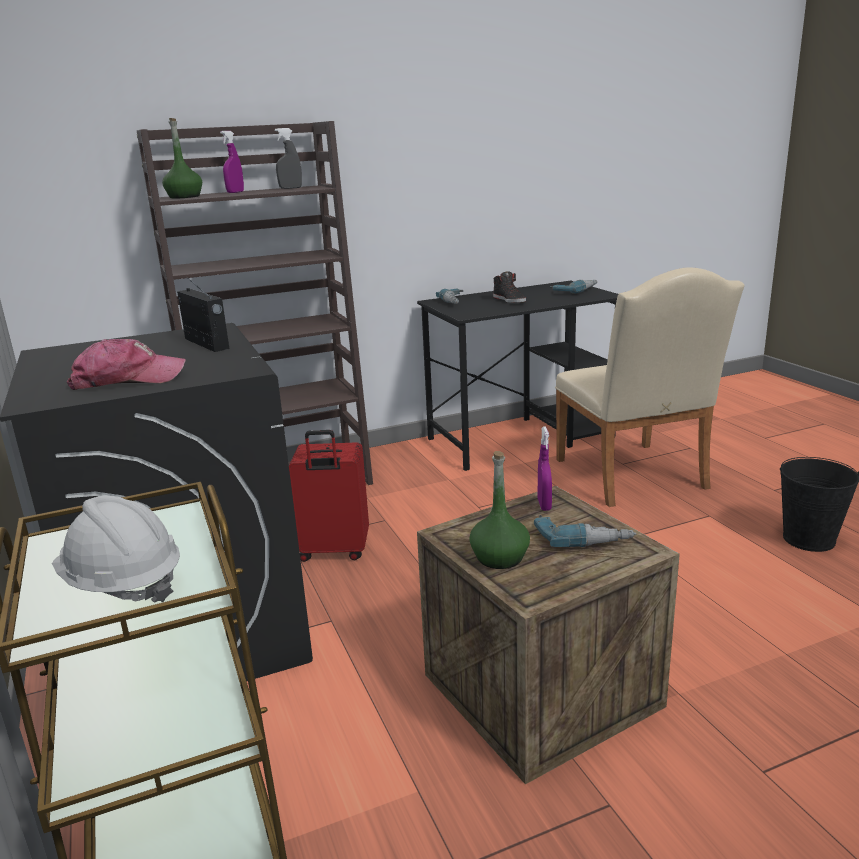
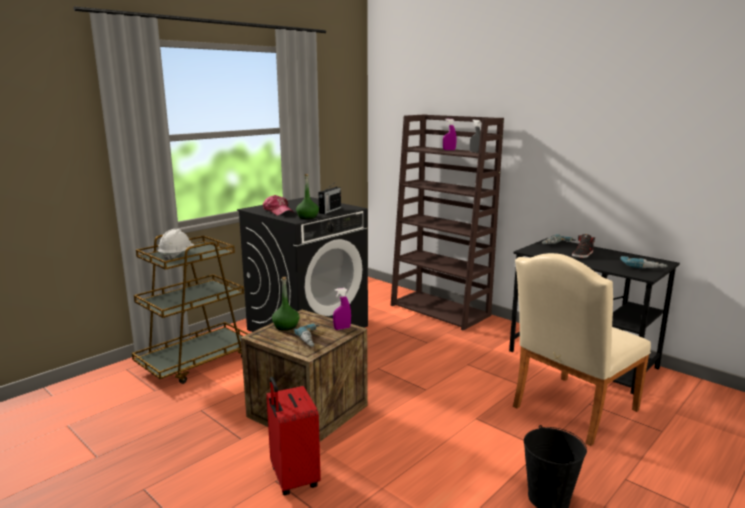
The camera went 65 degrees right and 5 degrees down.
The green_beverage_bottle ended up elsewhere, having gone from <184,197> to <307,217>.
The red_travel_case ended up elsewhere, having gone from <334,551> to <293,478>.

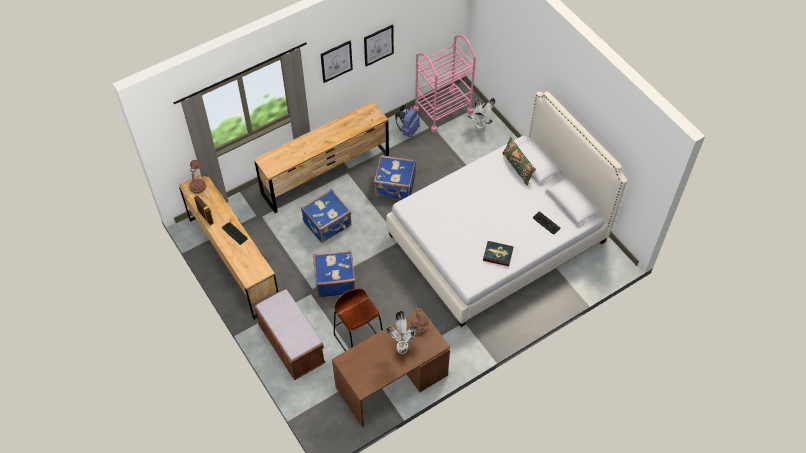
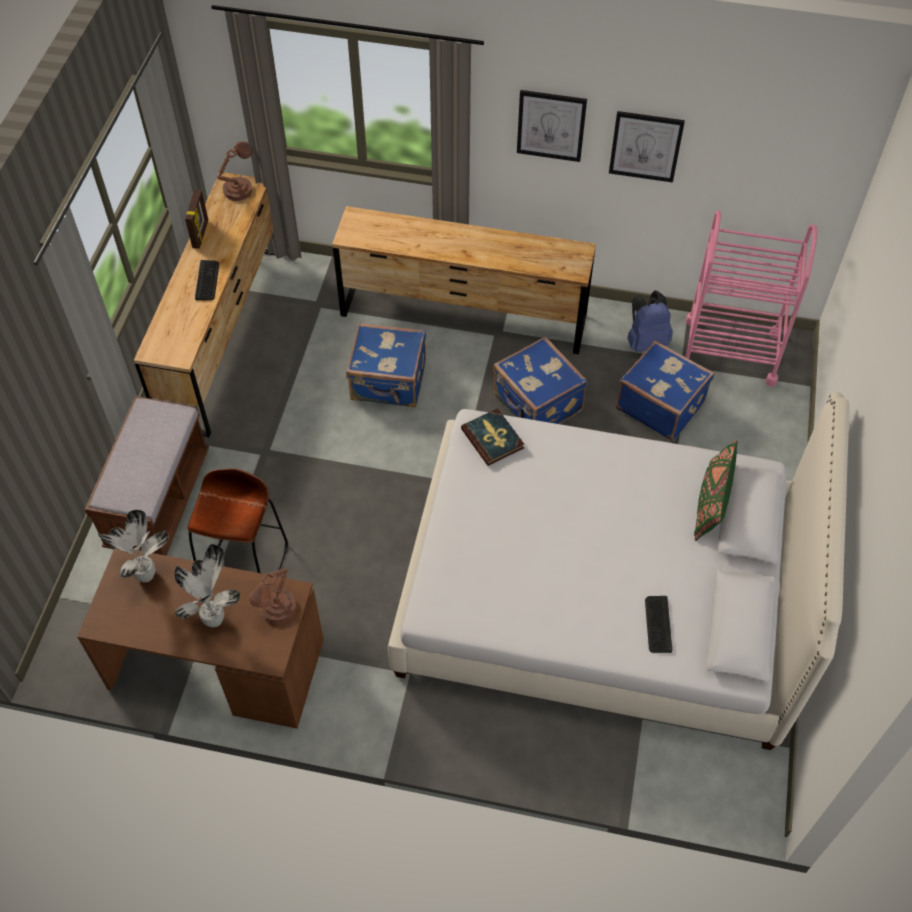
The camera went 45 degrees right and 0 degrees up.
The potted_plant ended up elsewhere, having gone from <480,130> to <147,576>.
The bound_book ended up elsewhere, having gone from <498,254> to <492,438>.
The blue-coloured_travel_case ended up elsewhere, having gone from <335,280> to <660,405>.

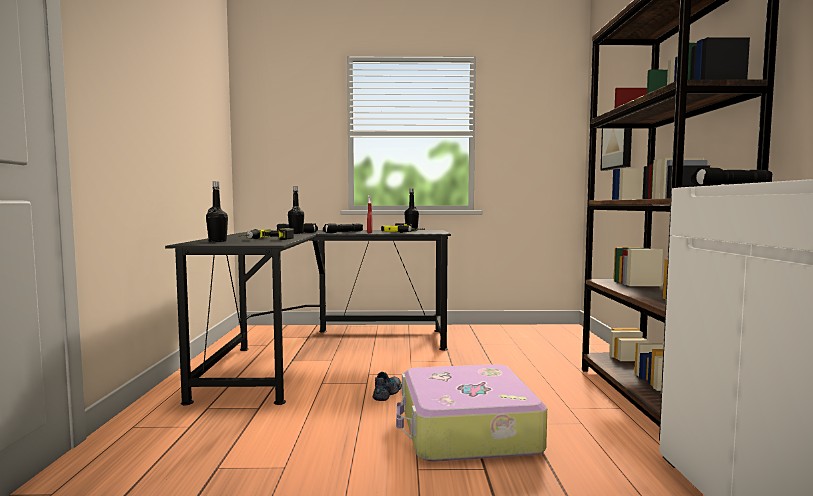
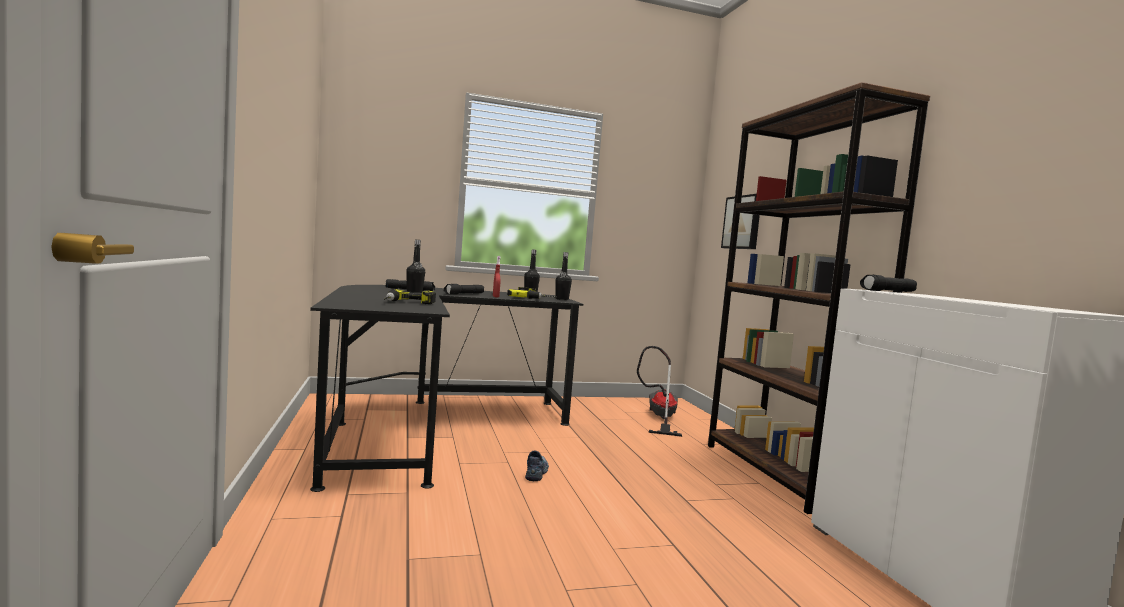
The camera went 15 degrees left and 0 degrees up.
The black_beverage_bottle ended up elsewhere, having gone from <217,241> to <562,299>.
The second view lost the travel_case at <466,430>.
The second view gained the hoover at <659,418>.

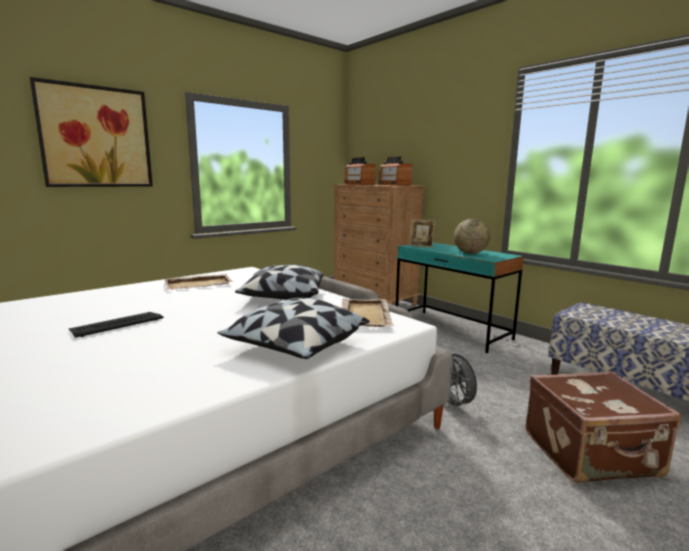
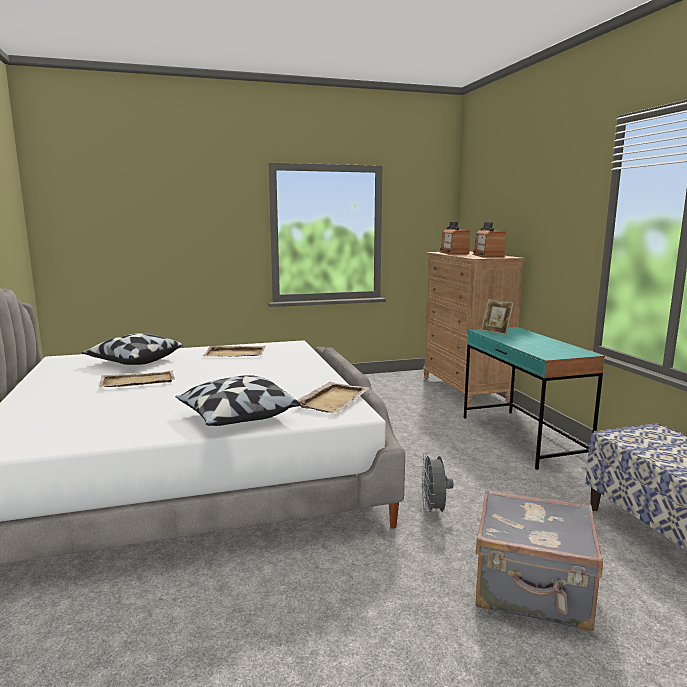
The camera went 25 degrees right and 0 degrees up.
The second view lost the picture at <96,137>.
The second view lost the world_globe at <470,253>.
The throw_pillow ended up elsewhere, having gone from <283,297> to <134,361>.
Where the PC_keyboard stood at <117,325>, the sand-coloured_tray came to stand at <137,381>.
What was the brown-coloured_travel_case at <592,455> turned into the grey_travel_case at <532,591>.

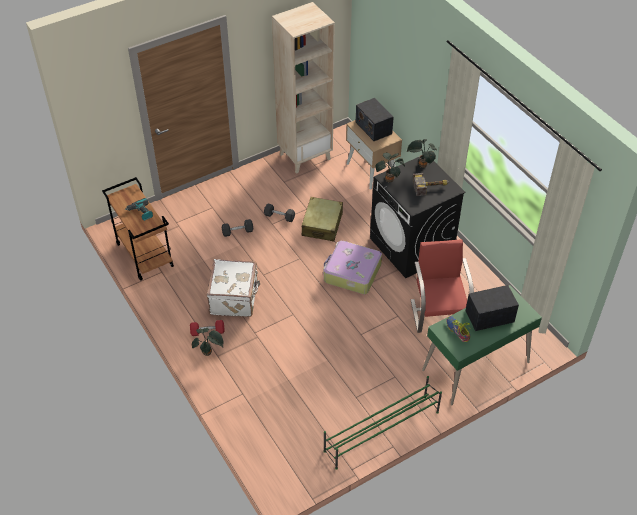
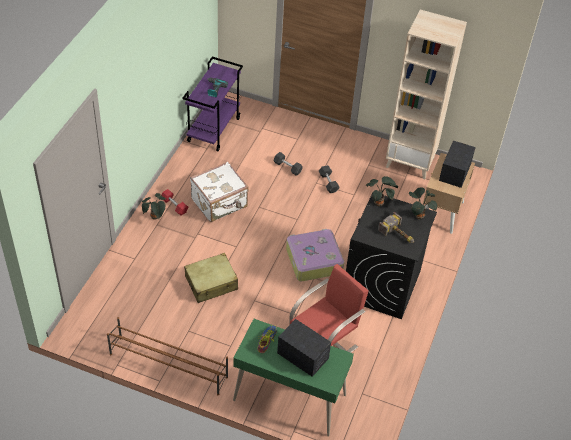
The camera went 50 degrees right and 0 degrees up.
What was the brown-coloured_trolley at <144,255> turned into the purplish_trolley at <213,129>.
The sand-coloured_travel_case ended up elsewhere, having gone from <322,224> to <211,283>.
What was the green_shoe_stand at <381,431> turned into the brown-coloured_shoe_stand at <168,365>.

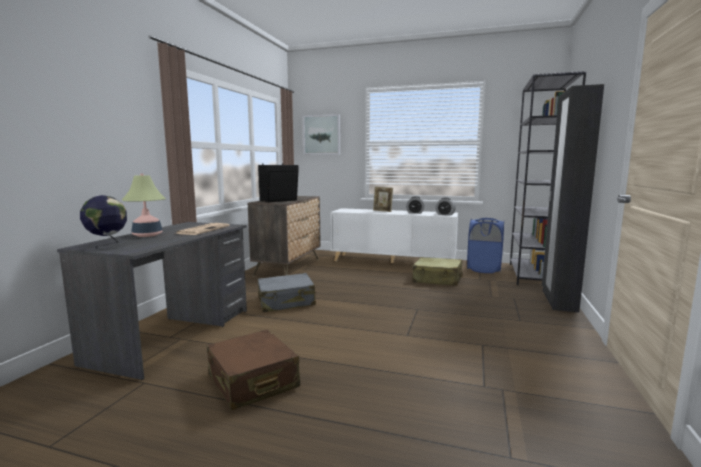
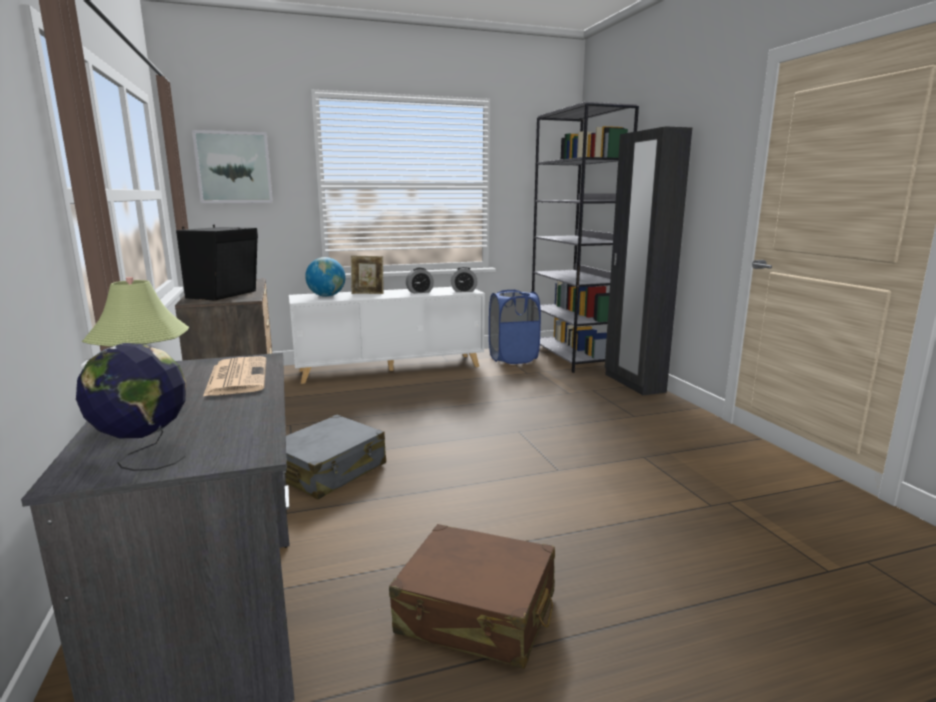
The camera went 35 degrees left and 5 degrees up.
The second view lost the sand-coloured_travel_case at <437,279>.
The second view gained the world_globe at <326,296>.

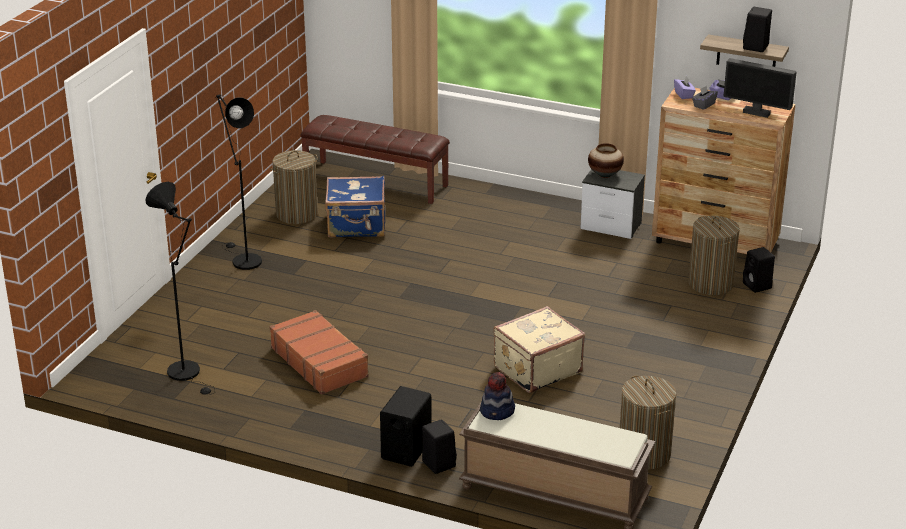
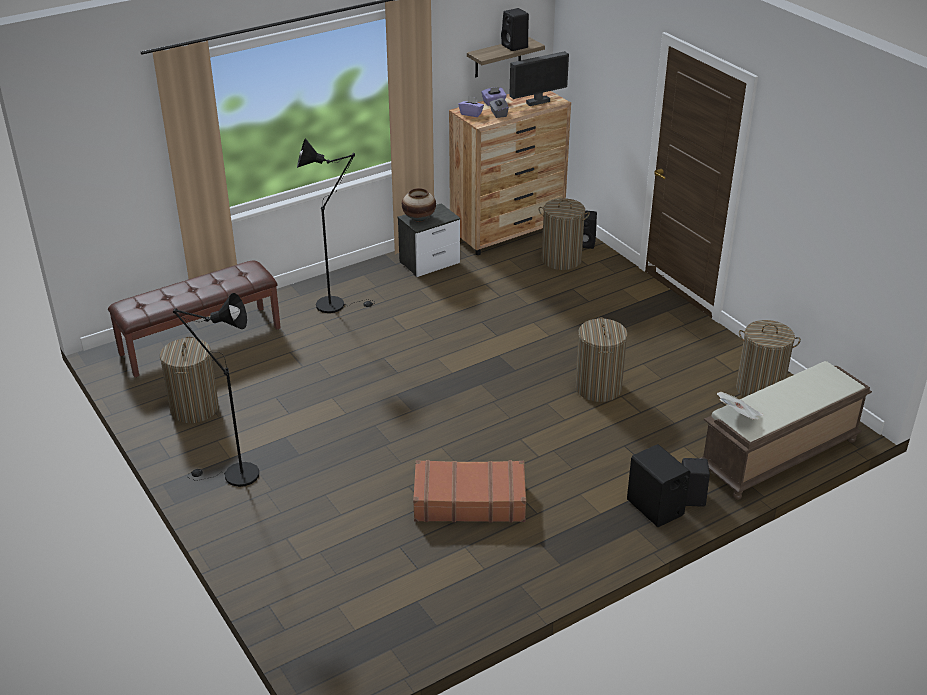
The camera went 55 degrees left and 5 degrees up.
The second view lost the blue-coloured_travel_case at <357,226>.
The black_standing_lamp ended up elsewhere, having gone from <188,374> to <336,304>.
Where the sand-coloured_travel_case stood at <536,369>, the washing_basket came to stand at <598,388>.
Where the wearable_hat stood at <497,411>, the newspaper came to stand at <739,416>.

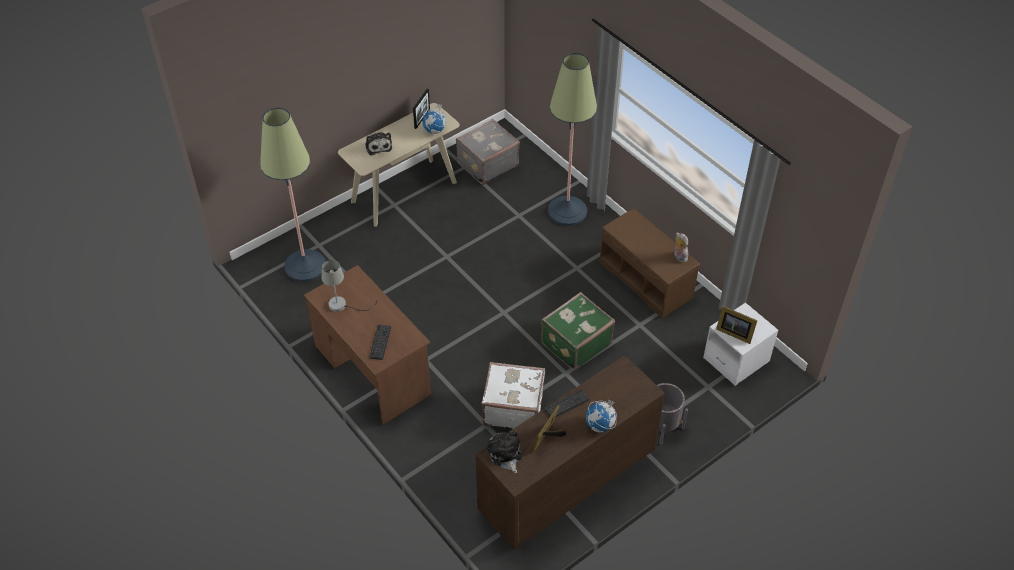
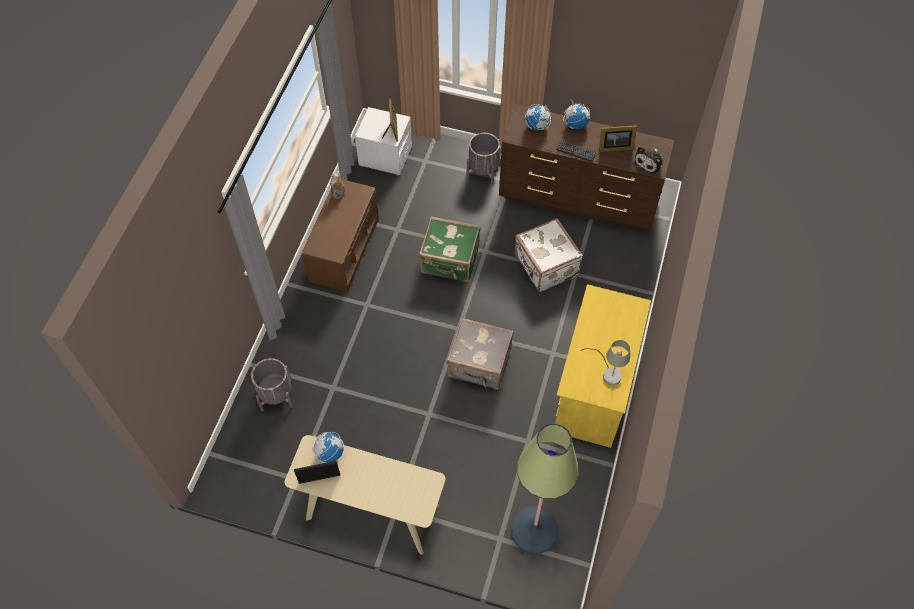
The camera went 125 degrees left and 10 degrees up.
The second view lost the standing_lamp at <567,211>.
The grey_travel_case ended up elsewhere, having gone from <487,164> to <479,364>.
The second view lost the plush_toy at <378,146>.
What was the brown-coloured_desk_table at <372,370> turned into the yellow_desk_table at <595,385>.
The second view lost the PC_keyboard at <380,342>.
The second view gained the world_globe at <537,126>.
The second view gained the grey_flower_pot at <276,395>.

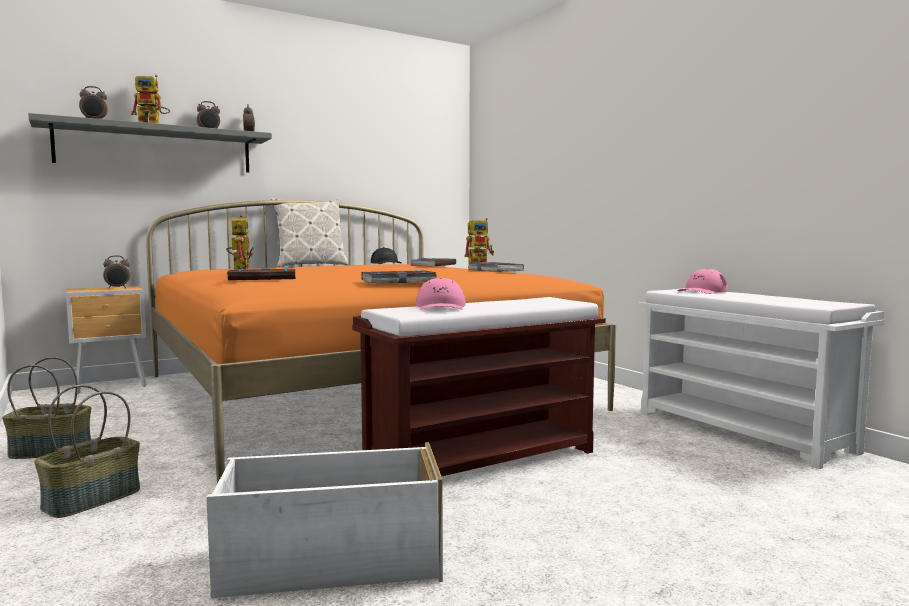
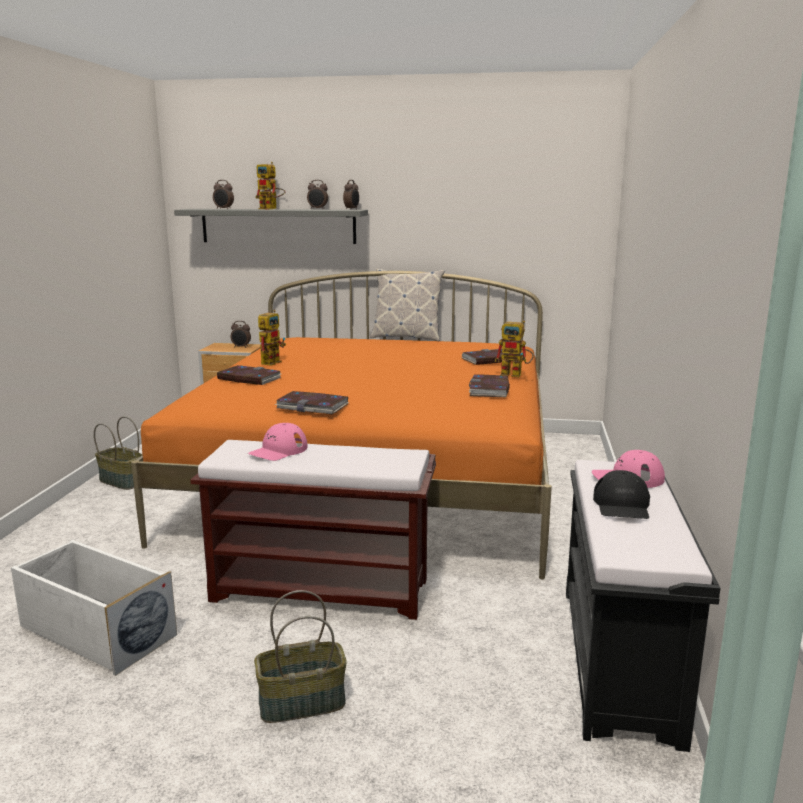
The camera went 40 degrees right and 10 degrees up.
The black_baseball_cap ended up elsewhere, having gone from <386,263> to <622,505>.
What was the white-coloured_indoor_bench at <743,431> turned into the black_indoor_bench at <619,661>.
The storage_basket ended up elsewhere, having gone from <92,500> to <301,704>.

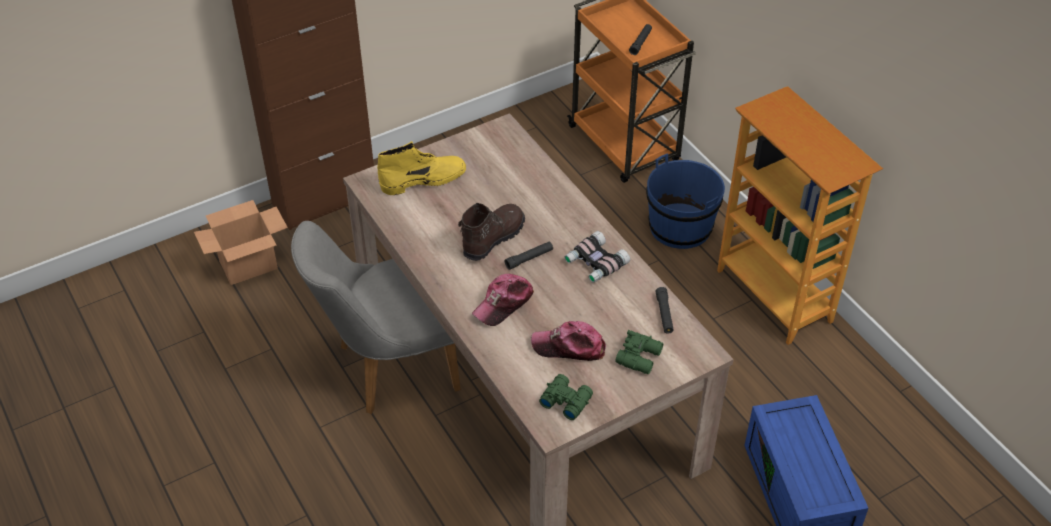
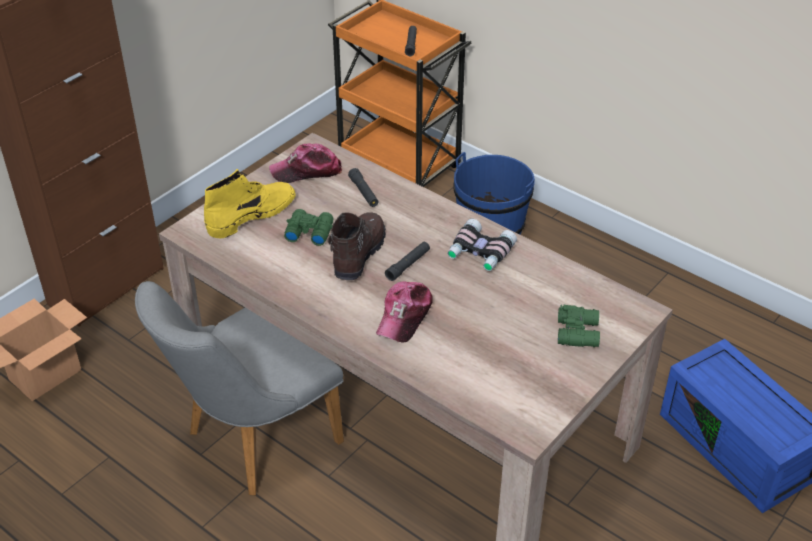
The camera went 20 degrees left and 5 degrees down.
The second view lost the bookshelf at <775,295>.
The black_torch ended up elsewhere, having gone from <664,314> to <363,192>.
The baseball_cap ended up elsewhere, having gone from <569,347> to <306,171>.
The green_pair_of_binoculars ended up elsewhere, having gone from <565,400> to <308,232>.

